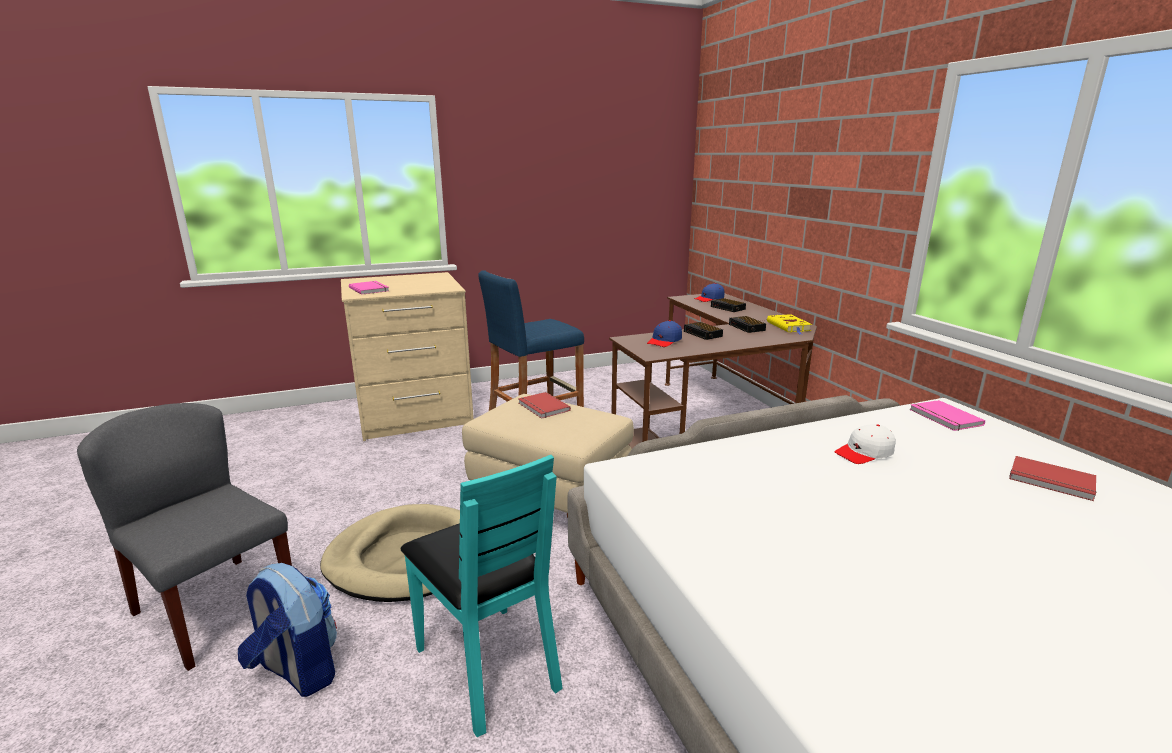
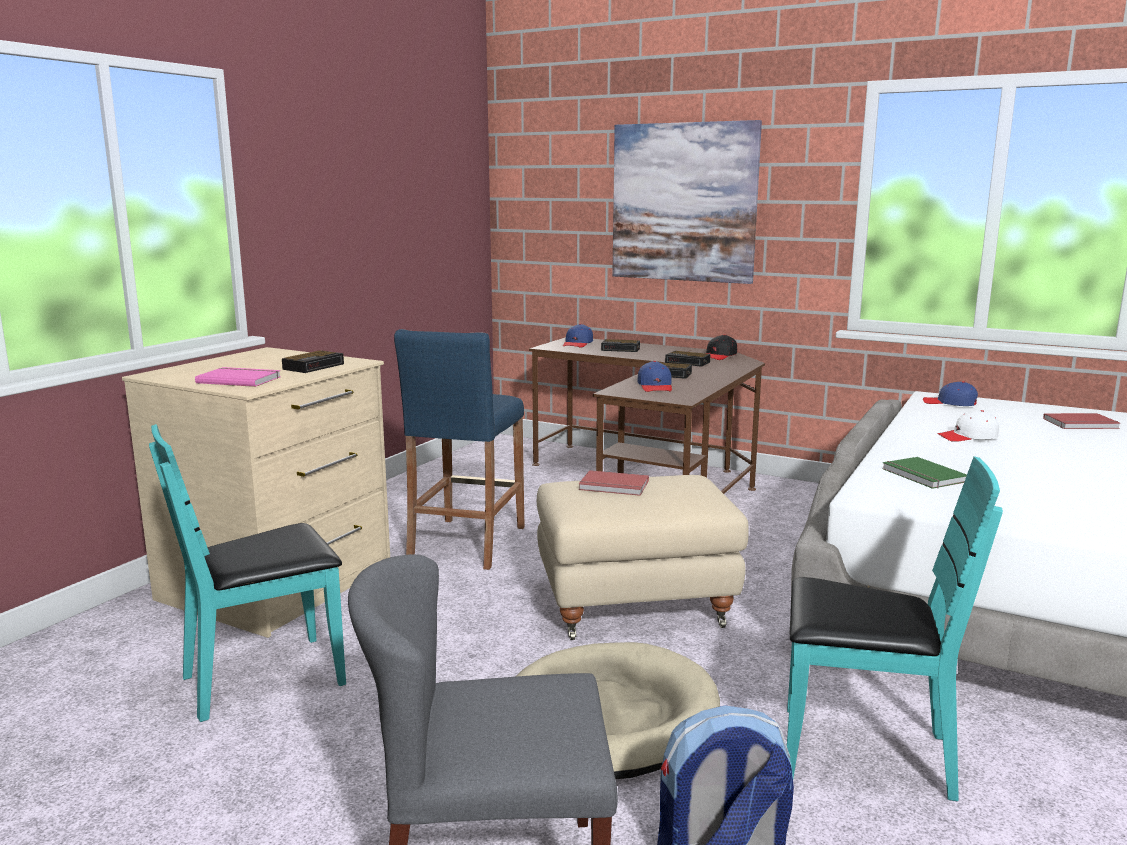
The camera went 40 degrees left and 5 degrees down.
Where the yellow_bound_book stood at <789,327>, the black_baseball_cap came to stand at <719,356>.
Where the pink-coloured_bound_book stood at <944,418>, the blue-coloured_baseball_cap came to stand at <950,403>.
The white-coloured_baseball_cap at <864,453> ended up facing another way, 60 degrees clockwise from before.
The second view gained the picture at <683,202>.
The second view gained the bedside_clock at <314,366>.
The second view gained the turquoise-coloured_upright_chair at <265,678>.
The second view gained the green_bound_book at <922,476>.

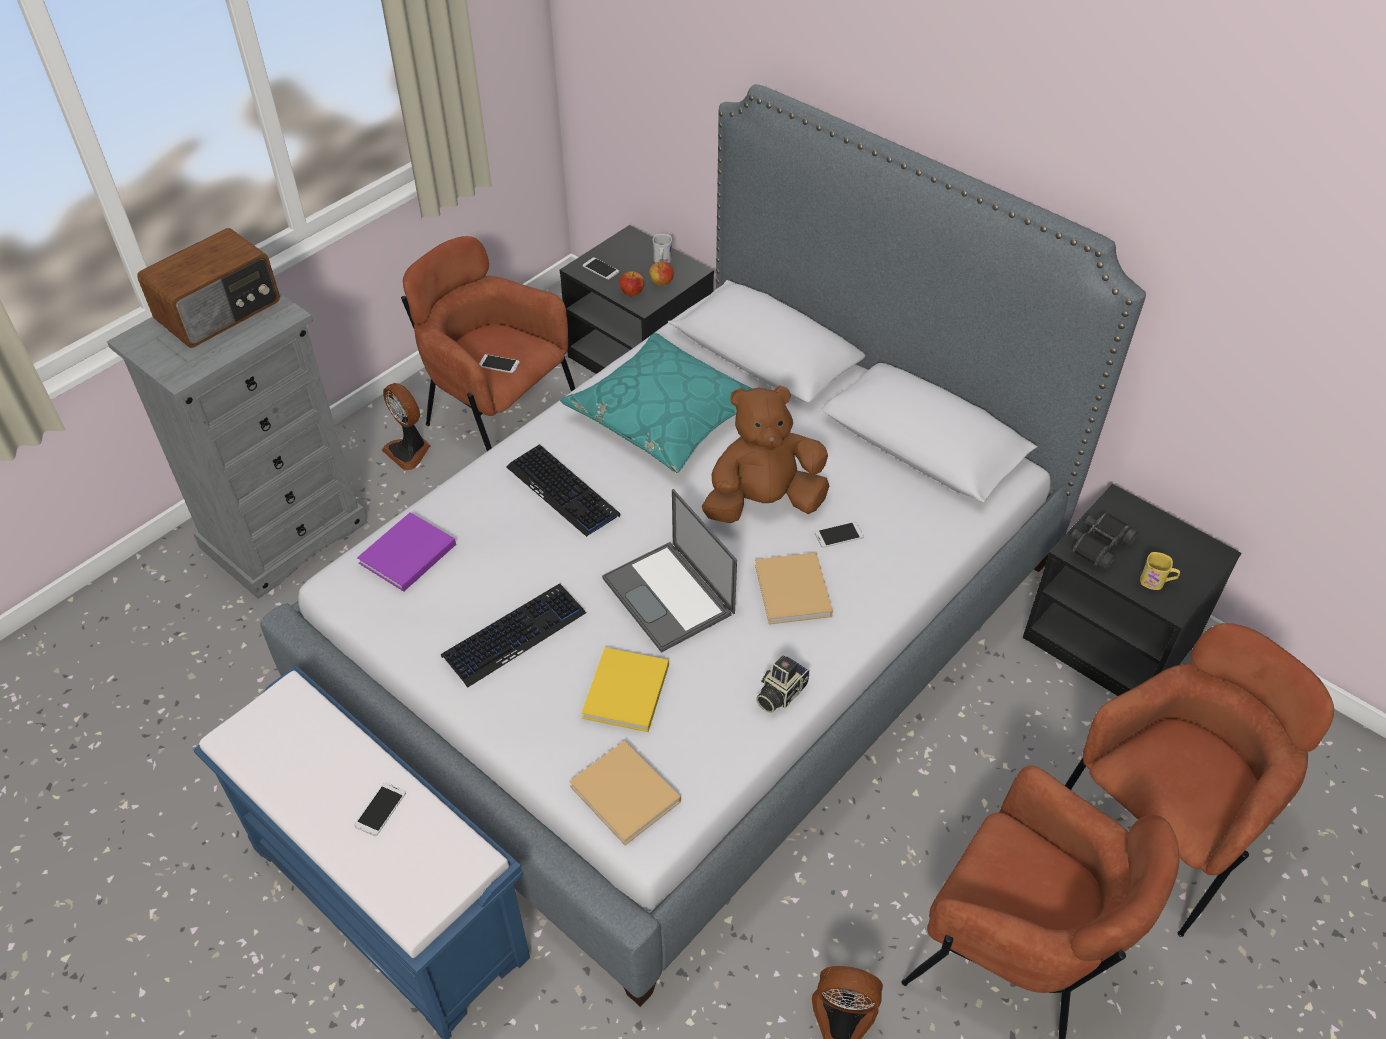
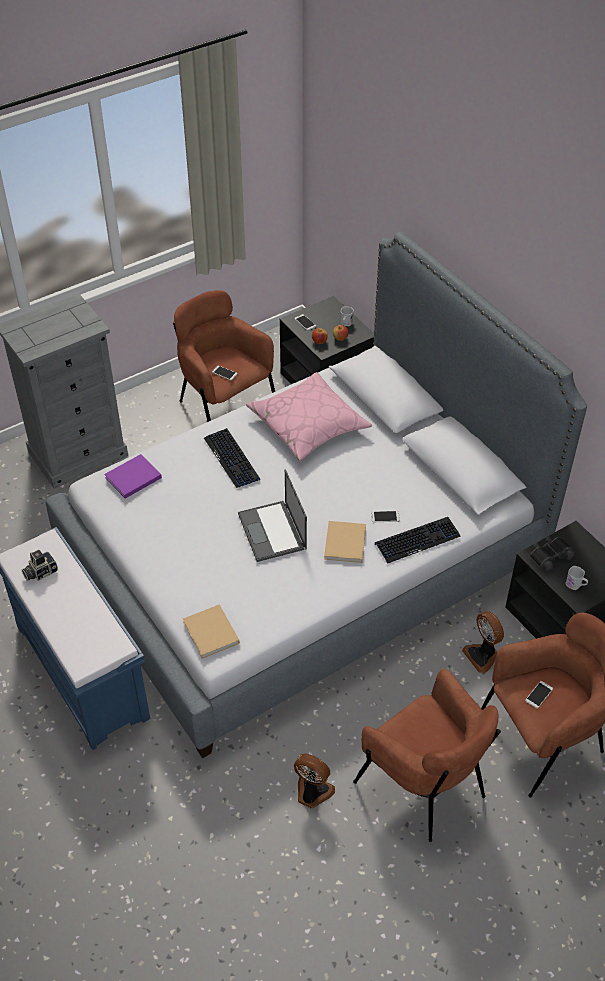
The camera went 15 degrees right and 0 degrees up.
The second view lost the radio at <220,311>.
What was the turquoise-coloured_throw_pillow at <665,416> turned into the pink-coloured_throw_pillow at <308,425>.
The electric_fan ended up elsewhere, having gone from <409,451> to <482,655>.
The second view lost the brown-coloured_plush_toy at <763,503>.
What was the yellow_tea_mug at <1156,582> turned into the white-coloured_tea_mug at <575,585>.
The PC_keyboard ended up elsewhere, having gone from <514,635> to <417,540>.
The second view lost the yellow_bound_book at <625,694>.
The photo_camera ended up elsewhere, having gone from <779,693> to <40,572>.
The handset ended up elsewhere, having gone from <380,809> to <539,695>.

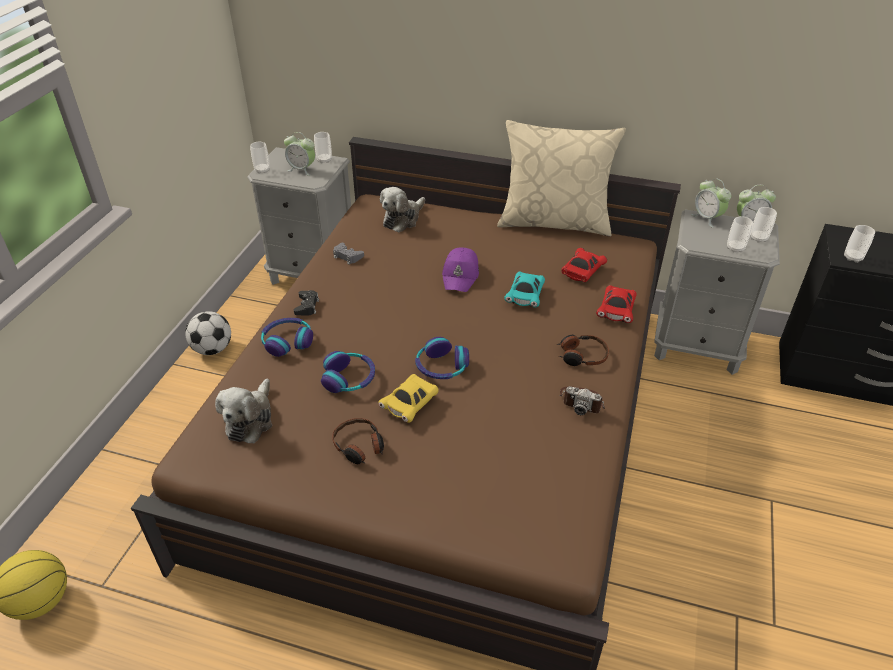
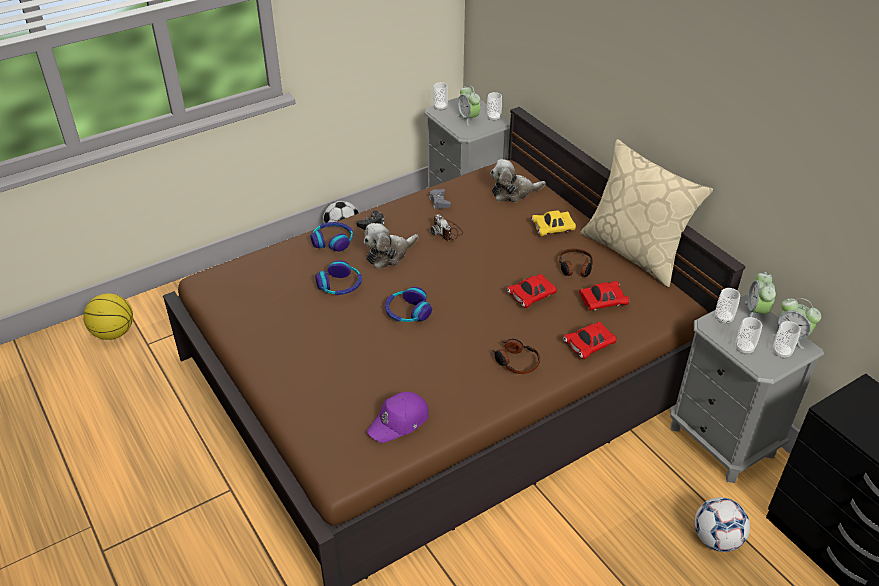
The camera went 40 degrees right and 0 degrees up.
The small_cup ended up elsewhere, having gone from <853,257> to <723,318>.
The purplish_baseball_cap ended up elsewhere, having gone from <461,275> to <399,422>.
What was the turquoise-coloured_miniature_car at <525,296> turned into the red_miniature_car at <531,297>.
The yellow_miniature_car ended up elsewhere, having gone from <410,405> to <553,229>.
The plush_toy ended up elsewhere, having gone from <250,419> to <389,255>.
The photo_camera ended up elsewhere, having gone from <582,401> to <447,231>.
The pair_of_headphones ended up elsewhere, having gone from <359,446> to <575,268>.
The second view gained the ball_for_football at <716,539>.

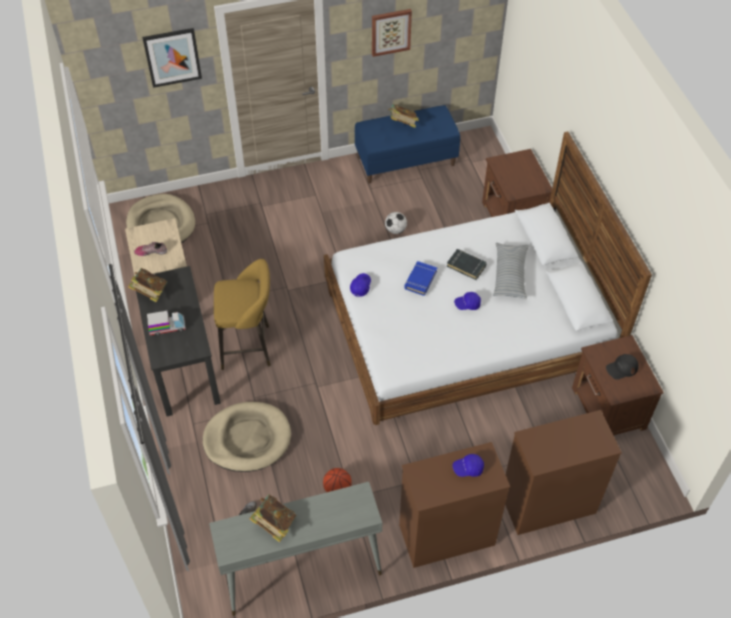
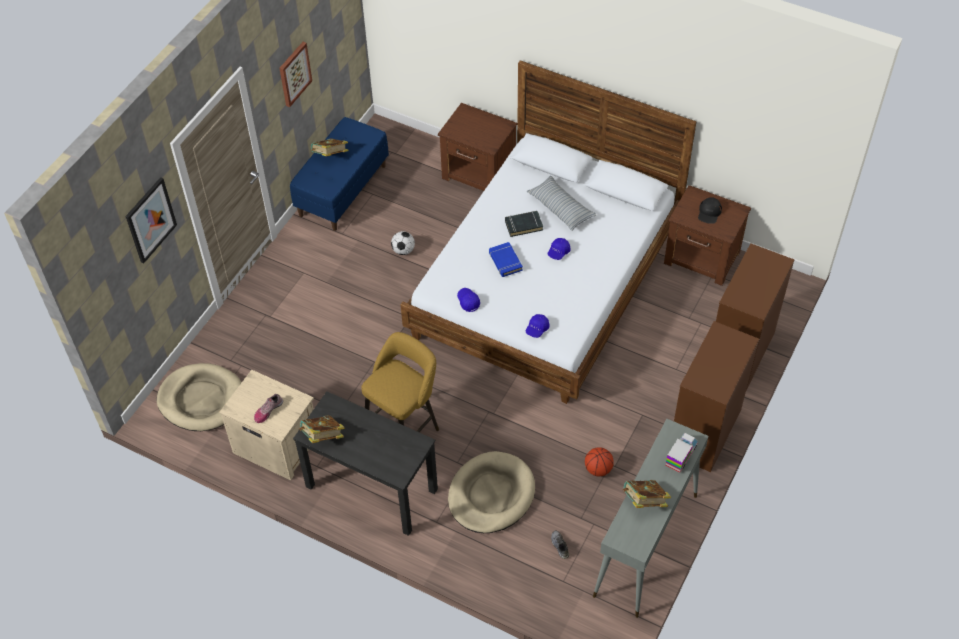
The camera went 45 degrees left and 0 degrees up.
The toy_lorry ended up elsewhere, having gone from <167,327> to <681,455>.
The blue-coloured_baseball_cap ended up elsewhere, having gone from <468,468> to <537,329>.

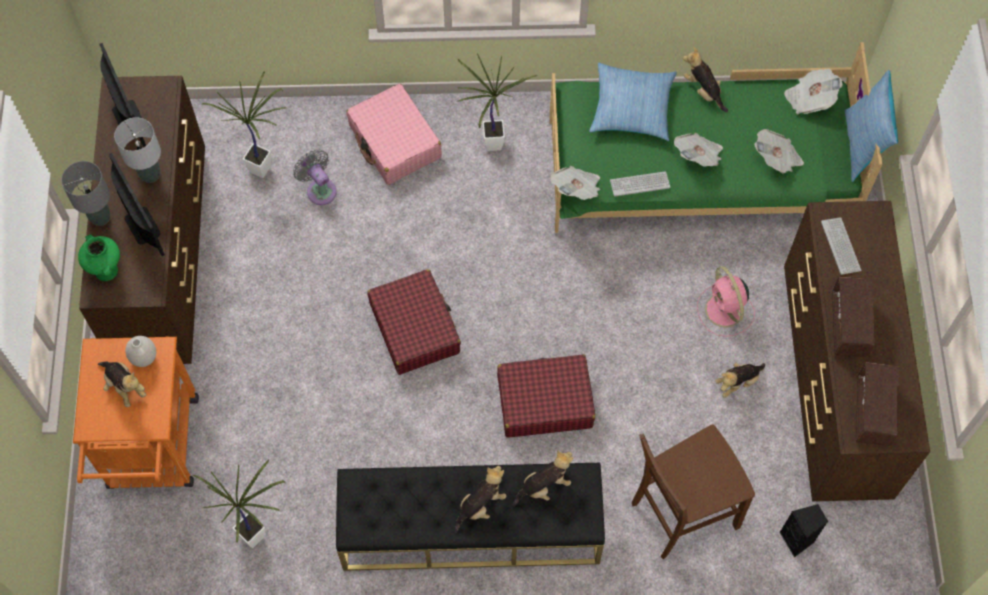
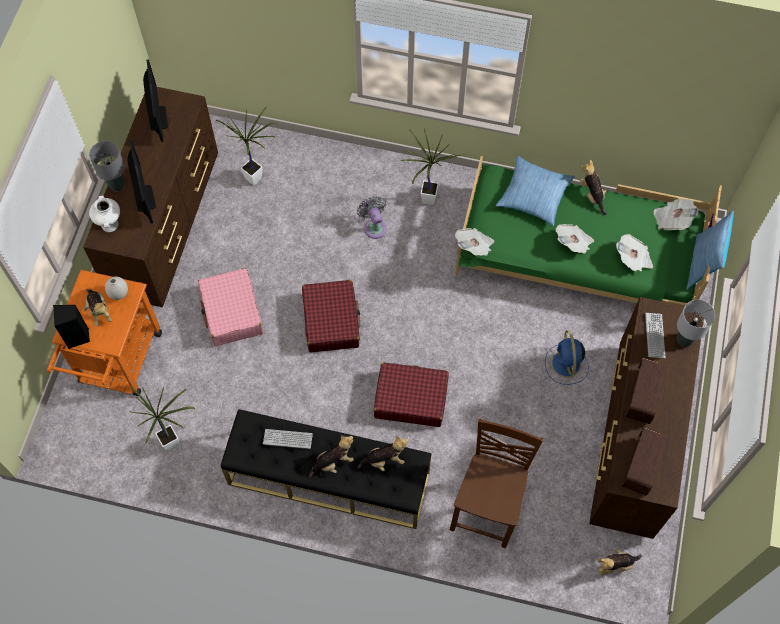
The camera went 15 degrees right and 0 degrees up.
The pink-coloured_travel_case ended up elsewhere, having gone from <395,142> to <232,312>.
The grey_table_lamp ended up elsewhere, having gone from <150,175> to <684,340>.
The grey_electric_fan ended up elsewhere, having gone from <320,189> to <374,226>.
The PC_keyboard ended up elsewhere, having gone from <639,184> to <287,439>.
What was the green_flower_vase at <107,271> turned into the white-coloured_flower_vase at <110,225>.
What was the pink-coloured_electric_fan at <725,311> turned into the blue-coloured_electric_fan at <566,365>.
The plush_toy ended up elsewhere, having gone from <738,382> to <615,565>.
The brown-coloured_upright_chair at <681,513> ended up facing another way, 120 degrees clockwise from before.
The black_loudspeaker ended up elsewhere, having gone from <798,539> to <78,337>.

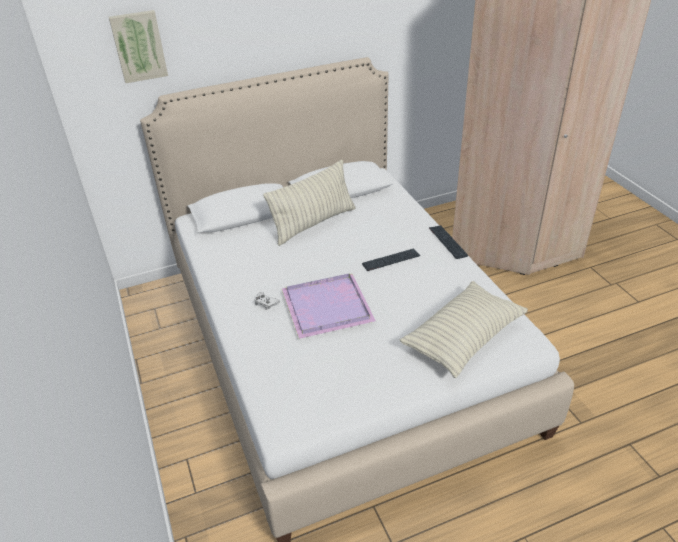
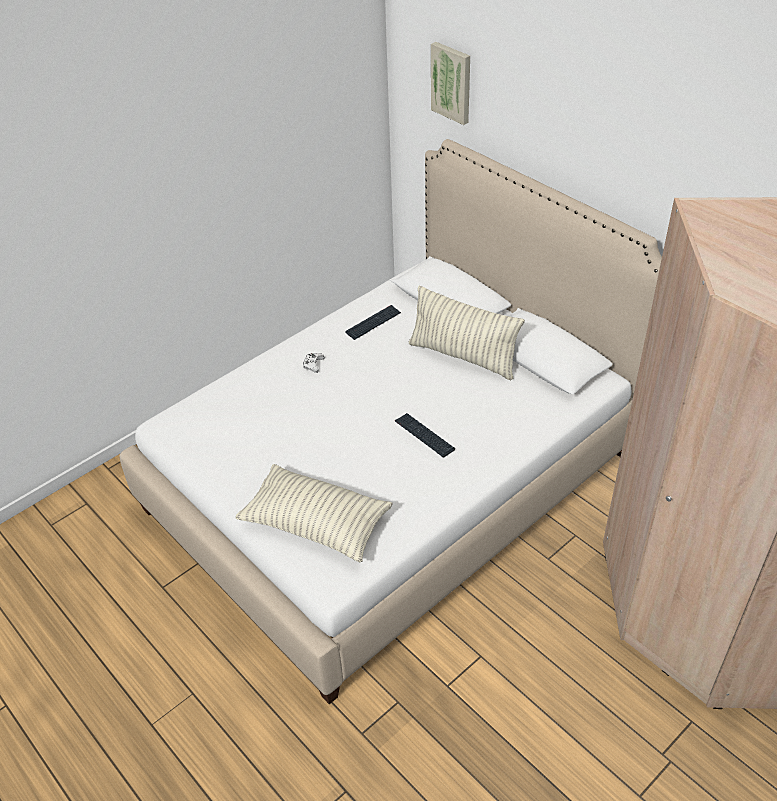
The camera went 70 degrees right and 5 degrees up.
The PC_keyboard ended up elsewhere, having gone from <447,242> to <373,323>.
The second view lost the purplish_tray at <328,305>.

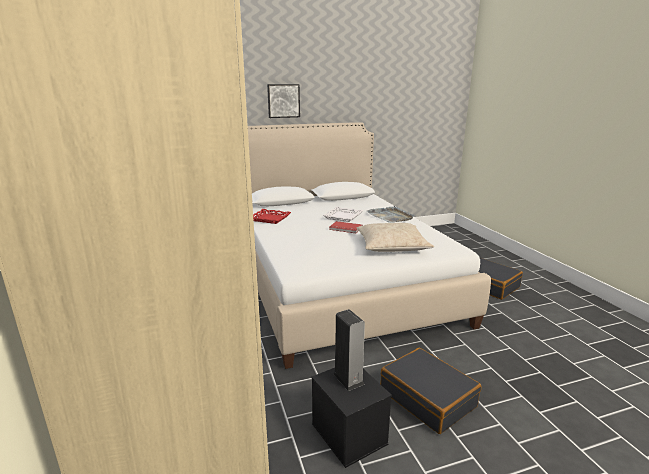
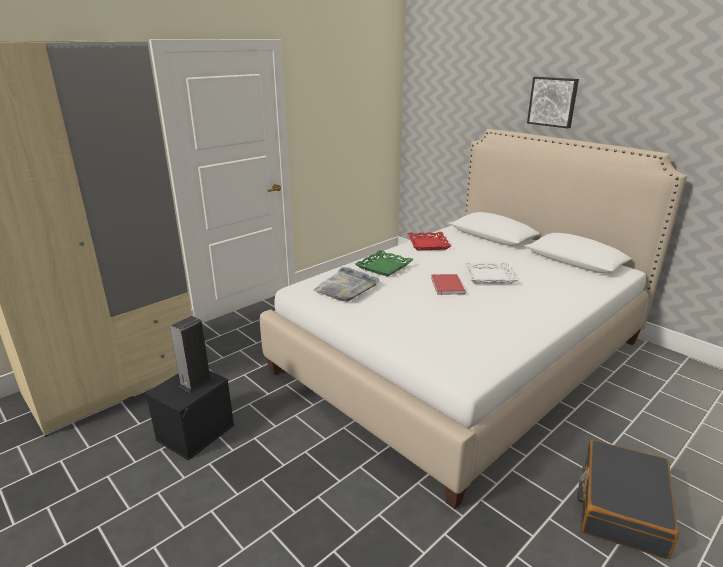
The camera went 65 degrees right and 5 degrees up.
The grey_tray ended up elsewhere, having gone from <390,216> to <346,287>.
The second view lost the sand-coloured_throw_pillow at <392,246>.
The second view lost the black_travel_case at <428,398>.
The second view gained the green_tray at <383,266>.

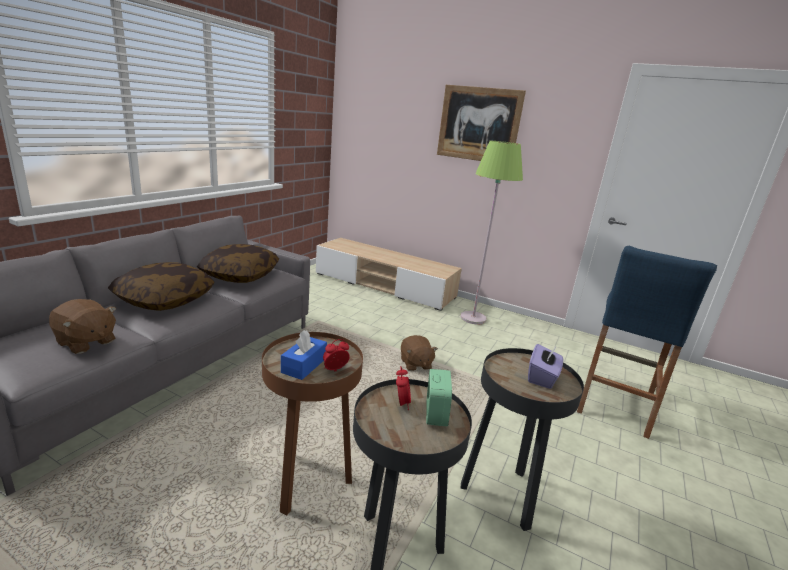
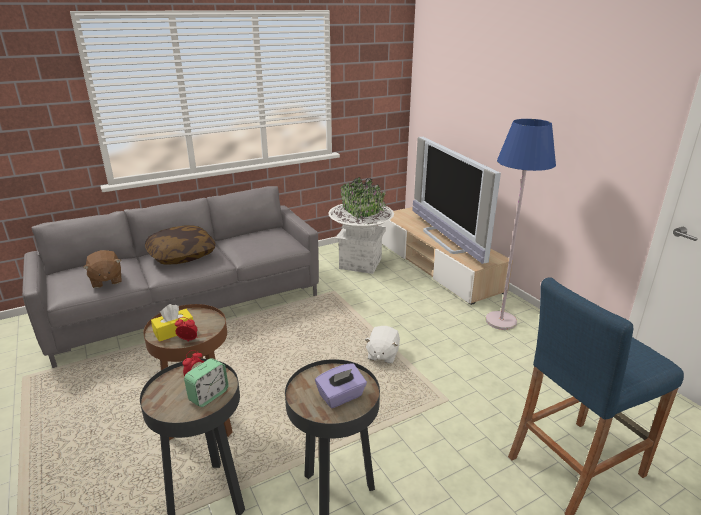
The camera went 35 degrees right and 5 degrees up.
The second view lost the picture at <479,124>.
What was the green_standing_lamp at <473,318> turned into the blue-coloured_standing_lamp at <501,321>.
The second view lost the throw_pillow at <240,275>.
What was the blue-coloured_tissue_box at <304,365> turned into the yellow_tissue_box at <174,331>.
What was the brown-coloured_plush_toy at <415,364> turned into the white-coloured_plush_toy at <382,355>.
The second view gained the TV at <447,240>.
The second view gained the white-coloured_flower_pot at <360,263>.

